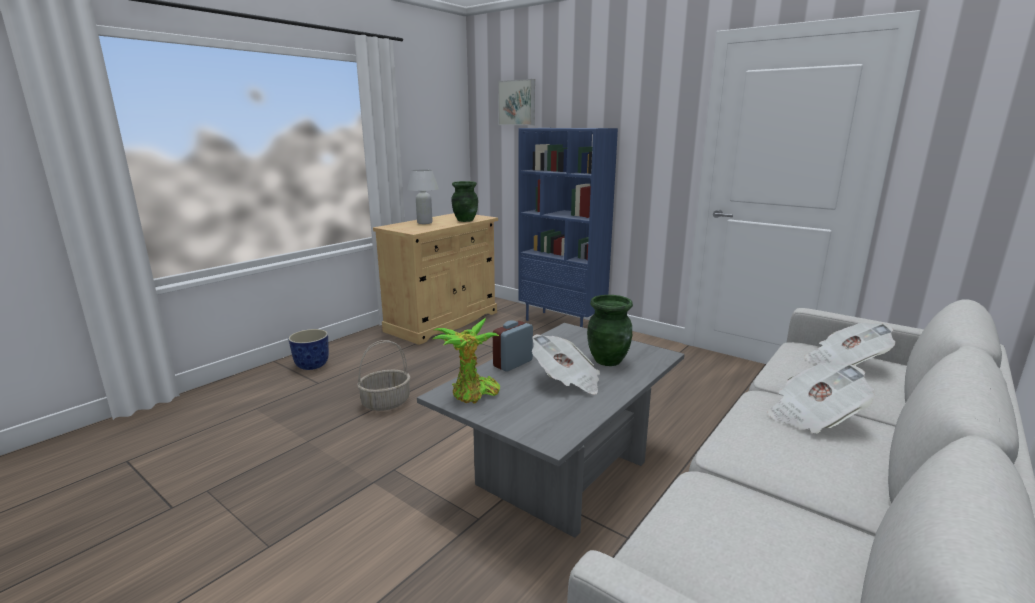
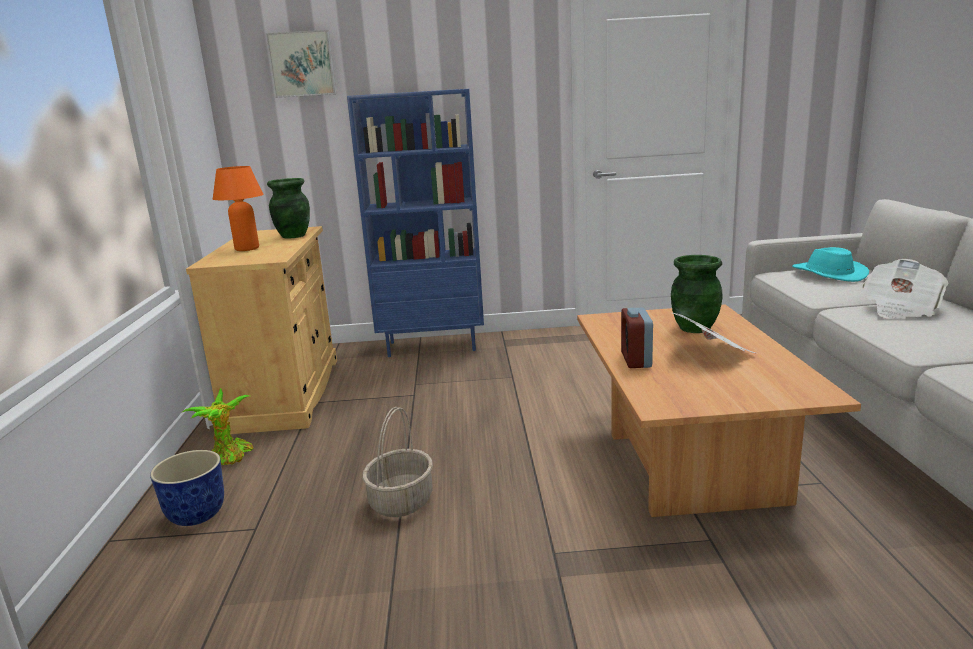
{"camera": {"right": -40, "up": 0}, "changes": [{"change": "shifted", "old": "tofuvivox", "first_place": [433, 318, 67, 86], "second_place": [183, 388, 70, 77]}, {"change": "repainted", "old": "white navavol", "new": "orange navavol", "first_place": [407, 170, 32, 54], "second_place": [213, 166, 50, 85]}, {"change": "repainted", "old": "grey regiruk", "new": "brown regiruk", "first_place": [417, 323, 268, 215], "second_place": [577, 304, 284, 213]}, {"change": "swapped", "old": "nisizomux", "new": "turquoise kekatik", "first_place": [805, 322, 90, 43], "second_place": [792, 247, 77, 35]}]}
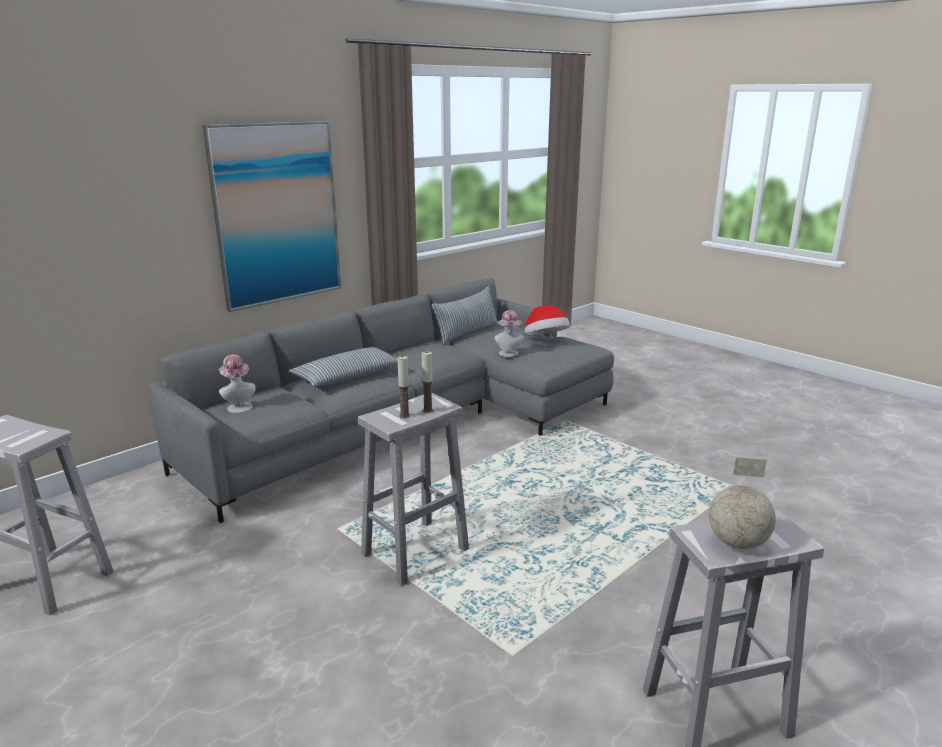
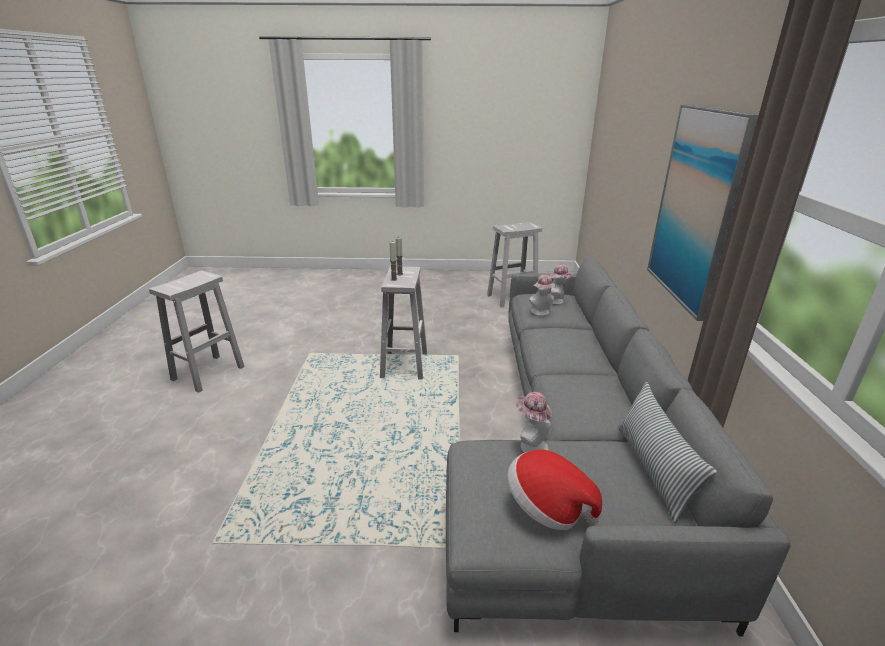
{"camera": {"right": 135, "up": 5}, "changes": [{"change": "new", "new": "kekatik", "second_place": [529, 275, 27, 41]}, {"change": "gone", "old": "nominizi", "first_place": [289, 347, 109, 39]}, {"change": "gone", "old": "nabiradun", "first_place": [709, 457, 67, 92]}]}
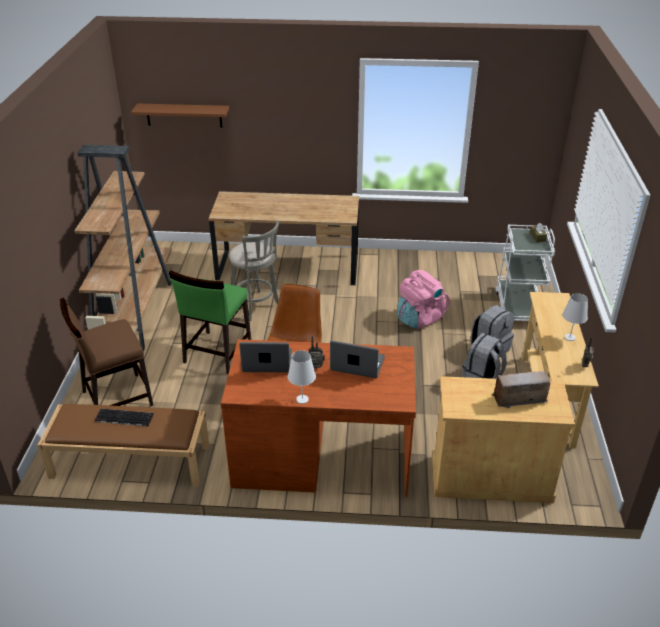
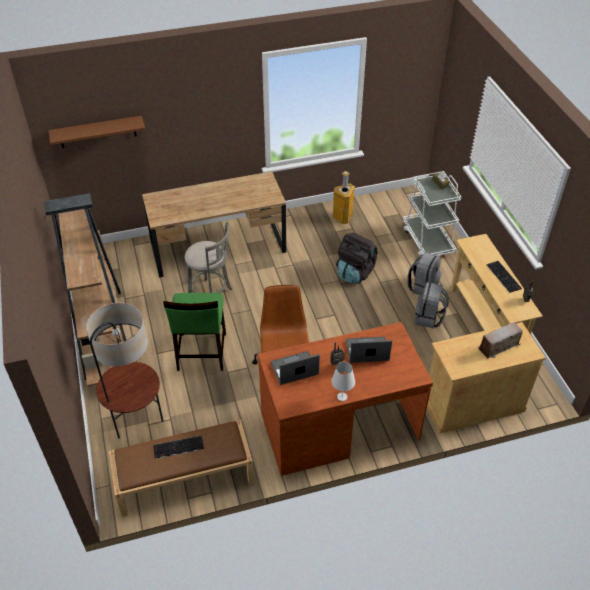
{"camera": {"right": -20, "up": 10}, "changes": [{"change": "swapped", "old": "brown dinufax", "new": "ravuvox", "first_place": [60, 298, 93, 108], "second_place": [86, 303, 77, 135]}, {"change": "new", "new": "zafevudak", "second_place": [332, 171, 23, 53]}, {"change": "repainted", "old": "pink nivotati", "new": "black nivotati", "first_place": [397, 270, 53, 59], "second_place": [336, 233, 41, 51]}, {"change": "swapped", "old": "white navavol", "new": "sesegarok", "first_place": [562, 293, 26, 48], "second_place": [487, 261, 35, 32]}]}
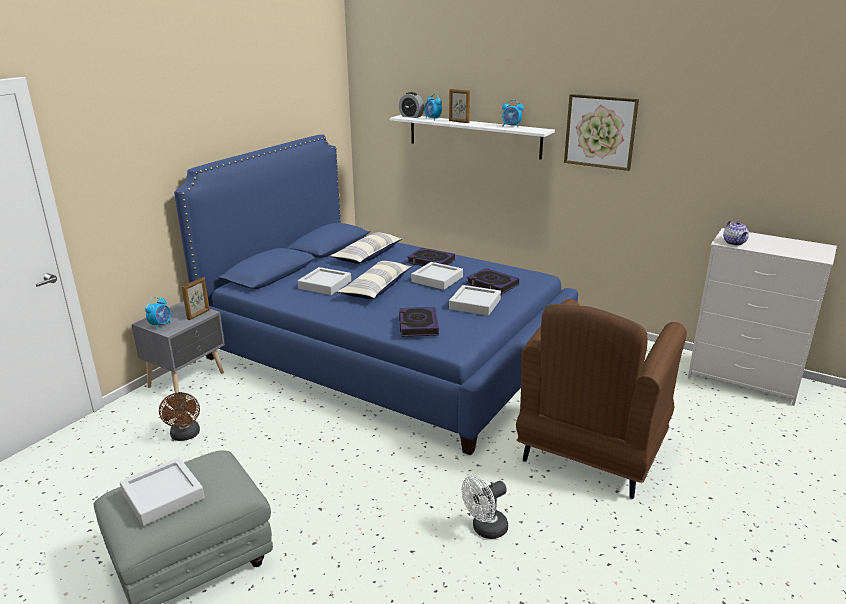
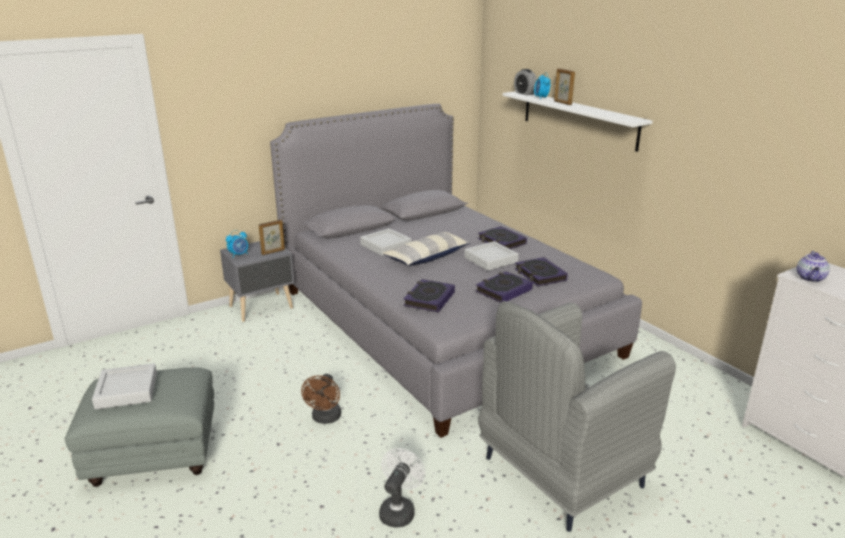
{"camera": {"right": 25, "up": 0}, "changes": [{"change": "repainted", "old": "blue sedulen", "new": "grey sedulen", "first_place": [174, 134, 404, 322], "second_place": [270, 104, 372, 334]}, {"change": "shifted", "old": "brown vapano", "first_place": [159, 392, 41, 49], "second_place": [301, 374, 40, 50]}, {"change": "rotated", "old": "white vapano", "first_place": [462, 475, 46, 64], "second_place": [379, 448, 46, 79], "degrees": 120}, {"change": "swapped", "old": "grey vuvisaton", "new": "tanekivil", "first_place": [449, 285, 52, 31], "second_place": [476, 271, 57, 32]}, {"change": "repainted", "old": "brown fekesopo", "new": "grey fekesopo", "first_place": [516, 299, 171, 200], "second_place": [478, 301, 198, 231]}, {"change": "gone", "old": "nominizi", "first_place": [330, 232, 72, 32]}, {"change": "gone", "old": "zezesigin", "first_place": [502, 100, 22, 27]}, {"change": "gone", "old": "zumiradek", "first_place": [564, 94, 75, 77]}]}
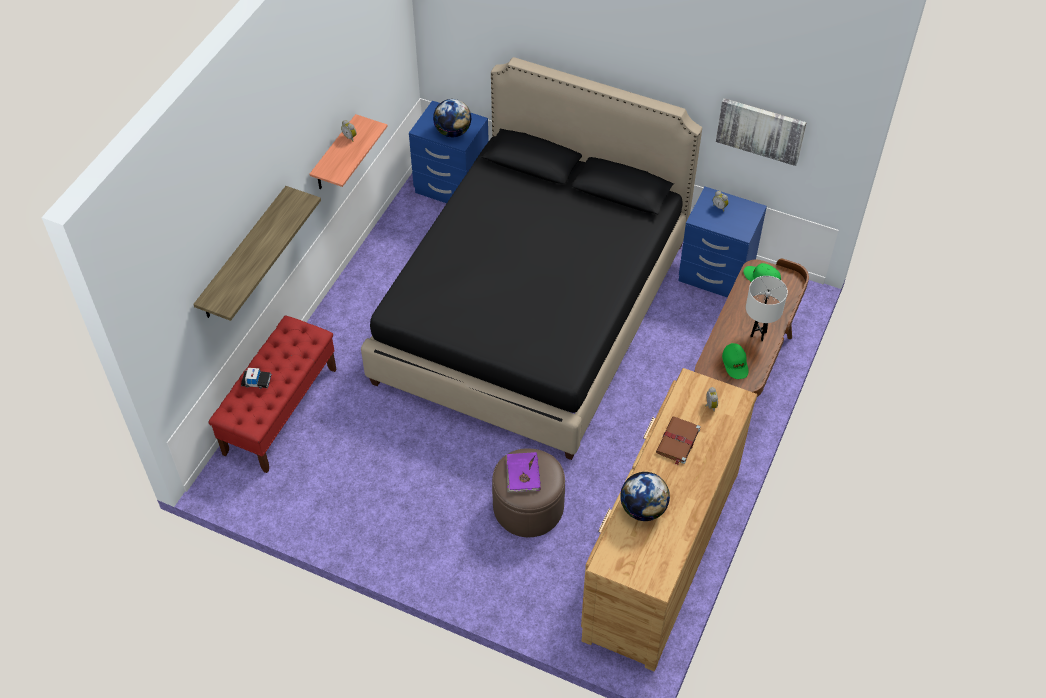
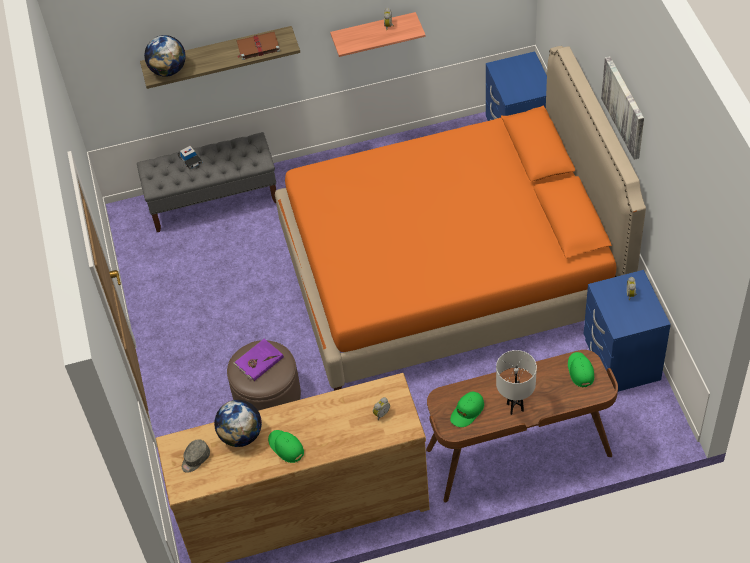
{"camera": {"right": 55, "up": 0}, "changes": [{"change": "repainted", "old": "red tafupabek", "new": "grey tafupabek", "first_place": [208, 316, 129, 157], "second_place": [137, 132, 139, 100]}, {"change": "shifted", "old": "nabiradun", "first_place": [433, 99, 39, 38], "second_place": [144, 35, 42, 42]}, {"change": "new", "new": "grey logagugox", "second_place": [182, 439, 28, 34]}, {"change": "shifted", "old": "brown tanekivil", "first_place": [656, 417, 45, 48], "second_place": [237, 32, 43, 28]}, {"change": "new", "new": "green logagugox", "second_place": [268, 430, 36, 33]}, {"change": "repainted", "old": "black sedulen", "new": "orange sedulen", "first_place": [361, 57, 341, 403], "second_place": [275, 46, 371, 345]}, {"change": "shifted", "old": "zumiradek", "first_place": [716, 98, 90, 68], "second_place": [601, 56, 43, 104]}]}
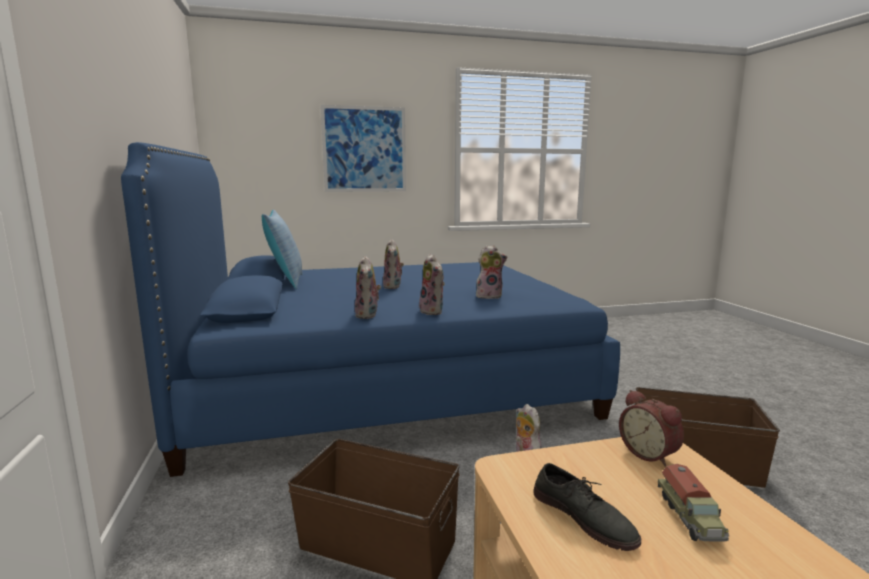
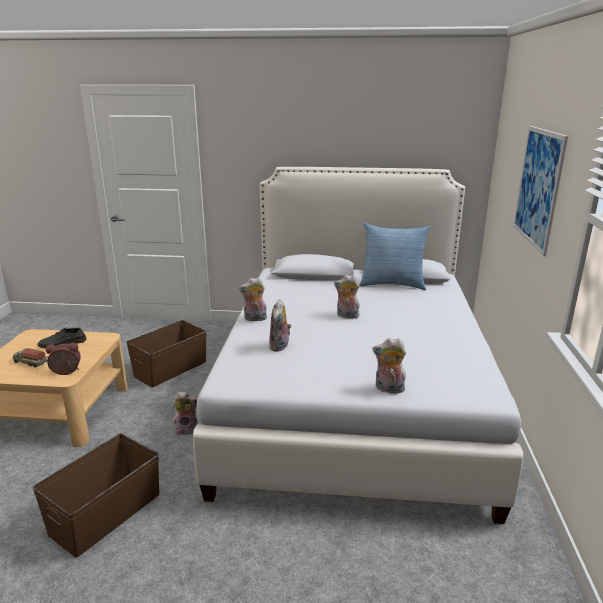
{"camera": {"right": 110, "up": 10}, "changes": [{"change": "repainted", "old": "blue sedulen", "new": "white sedulen", "first_place": [121, 142, 499, 335], "second_place": [193, 167, 330, 357]}, {"change": "shifted", "old": "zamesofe", "first_place": [355, 256, 26, 63], "second_place": [373, 338, 33, 55]}]}
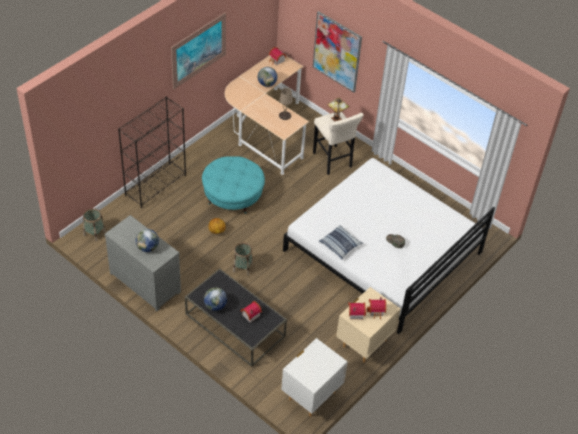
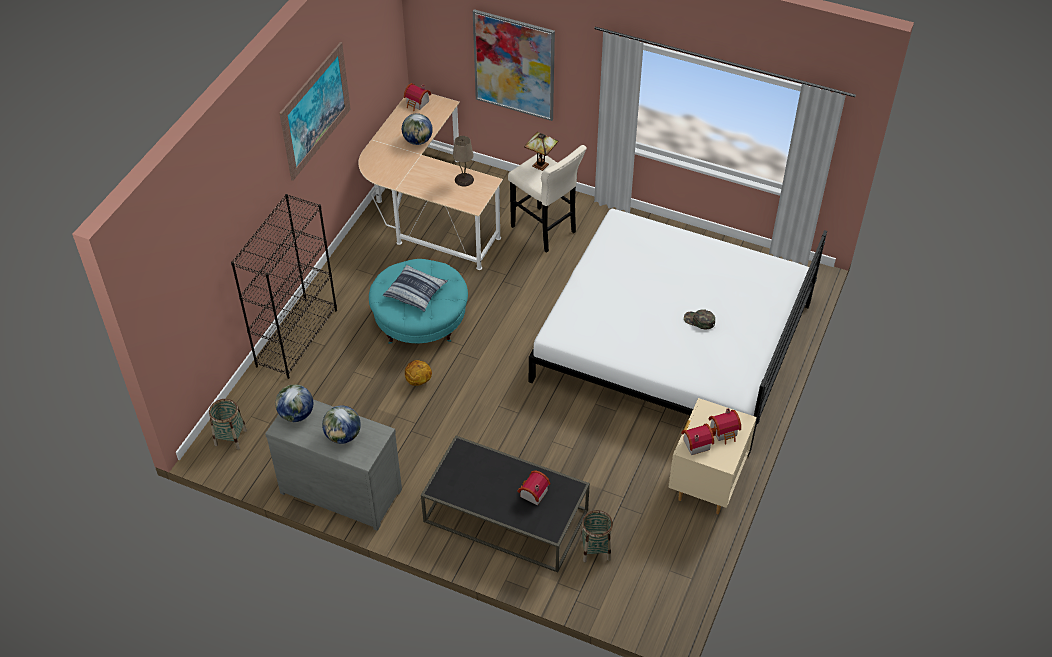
{"camera": {"right": -15, "up": 0}, "changes": [{"change": "shifted", "old": "nabiradun", "first_place": [204, 287, 23, 24], "second_place": [275, 384, 38, 38]}, {"change": "shifted", "old": "nominizi", "first_place": [319, 225, 44, 35], "second_place": [383, 265, 64, 47]}, {"change": "shifted", "old": "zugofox", "first_place": [233, 243, 20, 32], "second_place": [580, 510, 33, 52]}, {"change": "gone", "old": "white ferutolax", "first_place": [281, 338, 67, 79]}]}
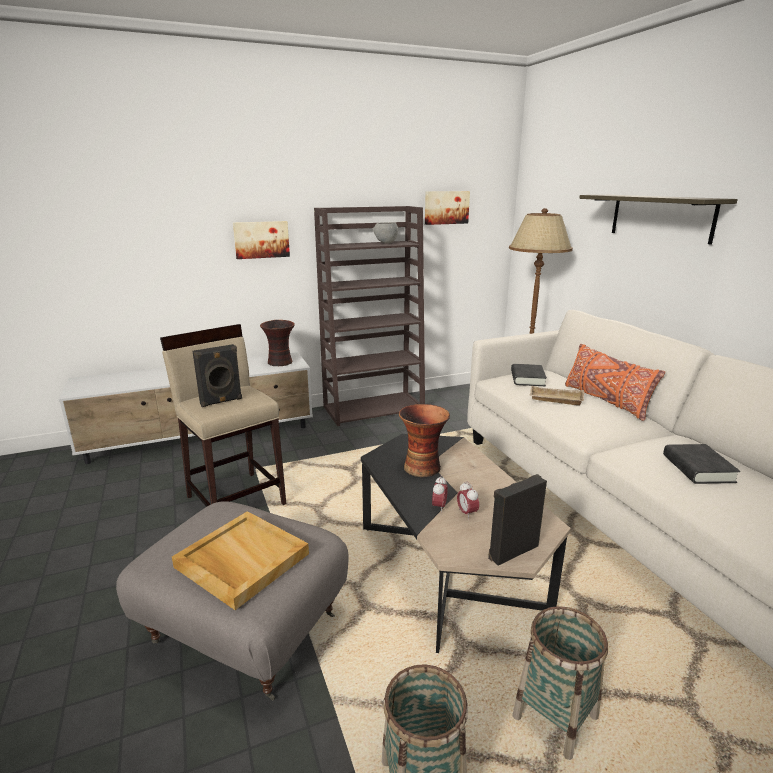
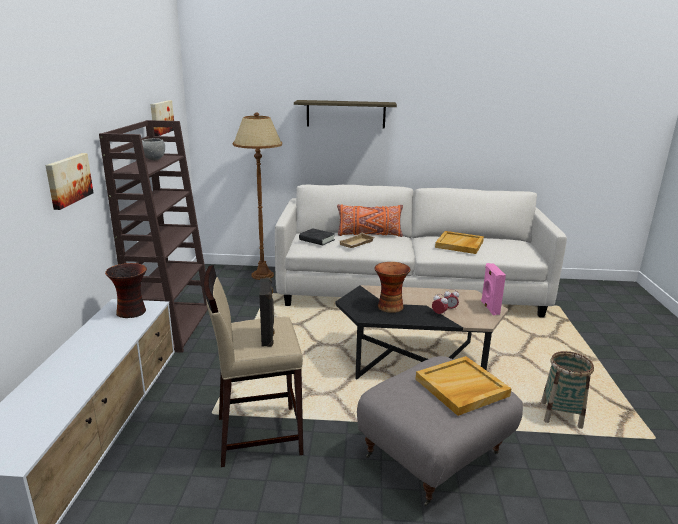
{"camera": {"right": -65, "up": 0}, "changes": [{"change": "swapped", "old": "black tanekivil", "new": "beige vuvisaton", "first_place": [663, 444, 77, 40], "second_place": [435, 231, 49, 23]}, {"change": "repainted", "old": "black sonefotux", "new": "pink sonefotux", "first_place": [488, 474, 59, 92], "second_place": [481, 263, 25, 52]}, {"change": "gone", "old": "zugofox", "first_place": [512, 606, 96, 154]}]}
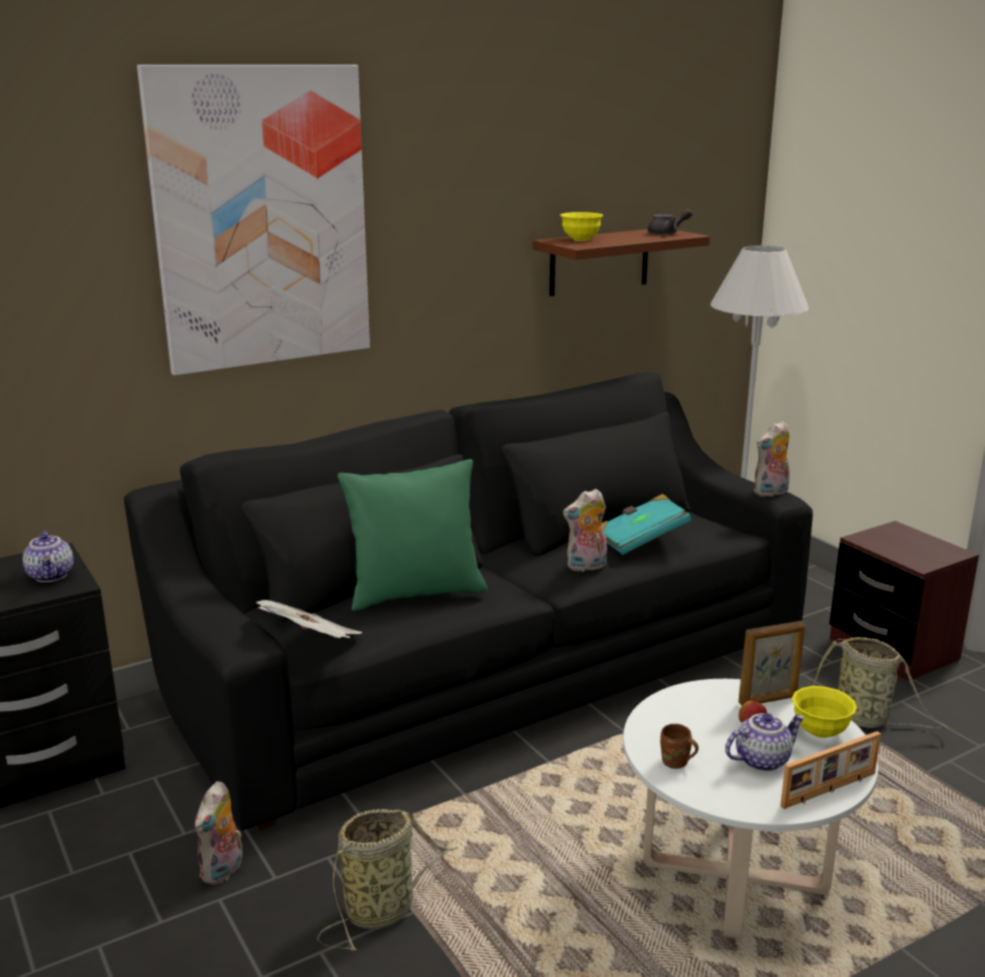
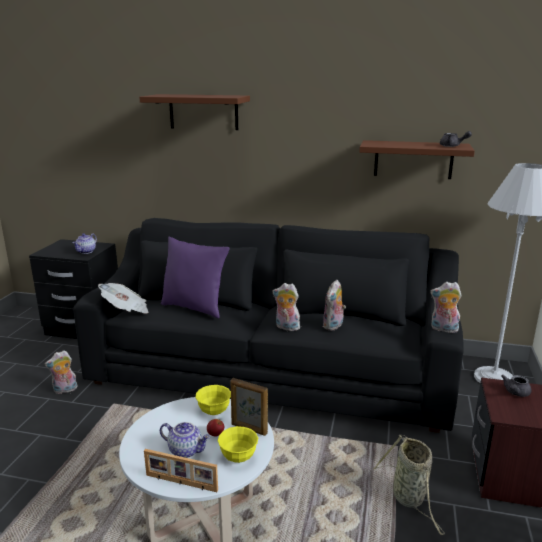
{"camera": {"right": 45, "up": 0}, "changes": [{"change": "swapped", "old": "zumiradek", "new": "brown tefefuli", "first_place": [137, 65, 233, 311], "second_place": [139, 94, 111, 36]}, {"change": "repainted", "old": "green nominizi", "new": "purple nominizi", "first_place": [338, 459, 149, 152], "second_place": [161, 237, 69, 81]}, {"change": "shifted", "old": "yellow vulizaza", "first_place": [560, 212, 43, 29], "second_place": [196, 385, 35, 30]}, {"change": "swapped", "old": "turquoise tanekivil", "new": "zamesofe", "first_place": [601, 494, 90, 61], "second_place": [323, 280, 23, 51]}, {"change": "new", "new": "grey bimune", "second_place": [501, 375, 31, 22]}, {"change": "gone", "old": "zugofox", "first_place": [317, 809, 141, 142]}, {"change": "gone", "old": "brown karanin", "first_place": [660, 724, 38, 45]}]}
